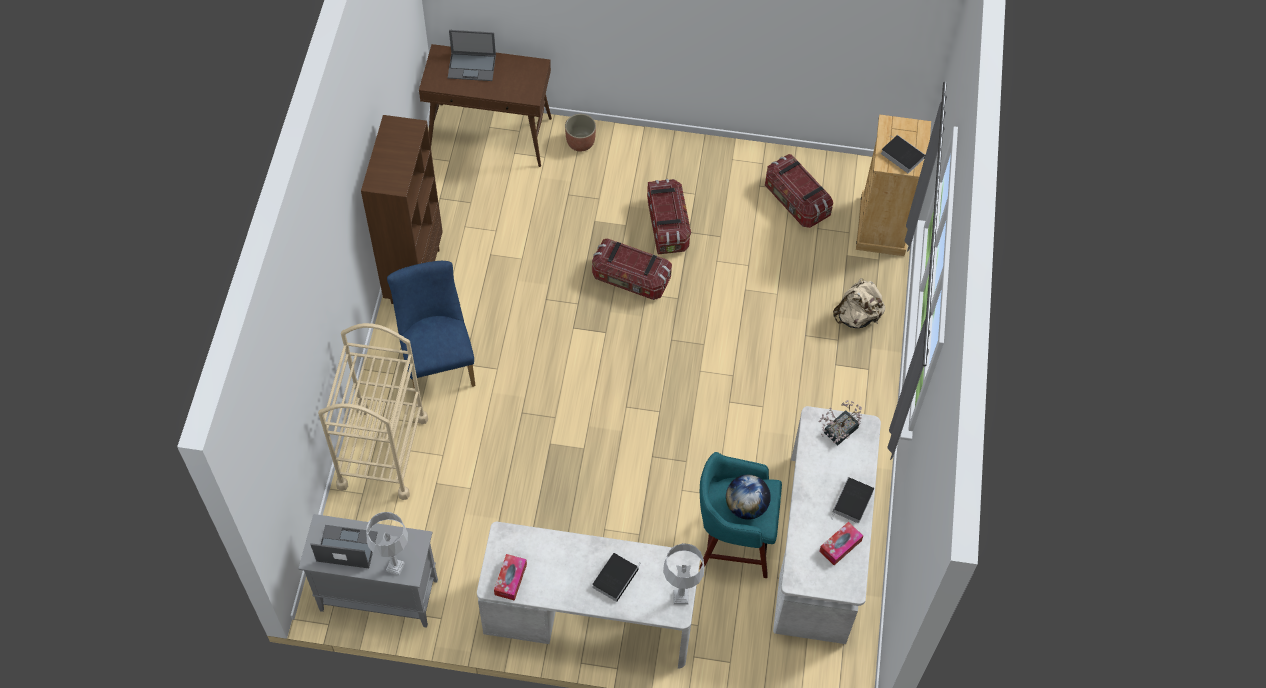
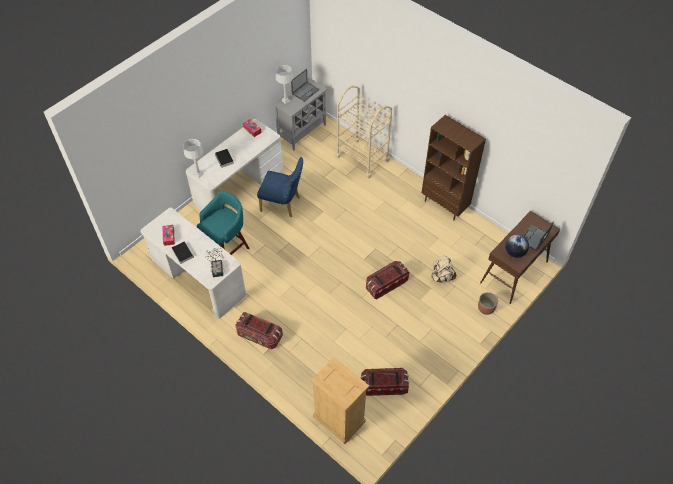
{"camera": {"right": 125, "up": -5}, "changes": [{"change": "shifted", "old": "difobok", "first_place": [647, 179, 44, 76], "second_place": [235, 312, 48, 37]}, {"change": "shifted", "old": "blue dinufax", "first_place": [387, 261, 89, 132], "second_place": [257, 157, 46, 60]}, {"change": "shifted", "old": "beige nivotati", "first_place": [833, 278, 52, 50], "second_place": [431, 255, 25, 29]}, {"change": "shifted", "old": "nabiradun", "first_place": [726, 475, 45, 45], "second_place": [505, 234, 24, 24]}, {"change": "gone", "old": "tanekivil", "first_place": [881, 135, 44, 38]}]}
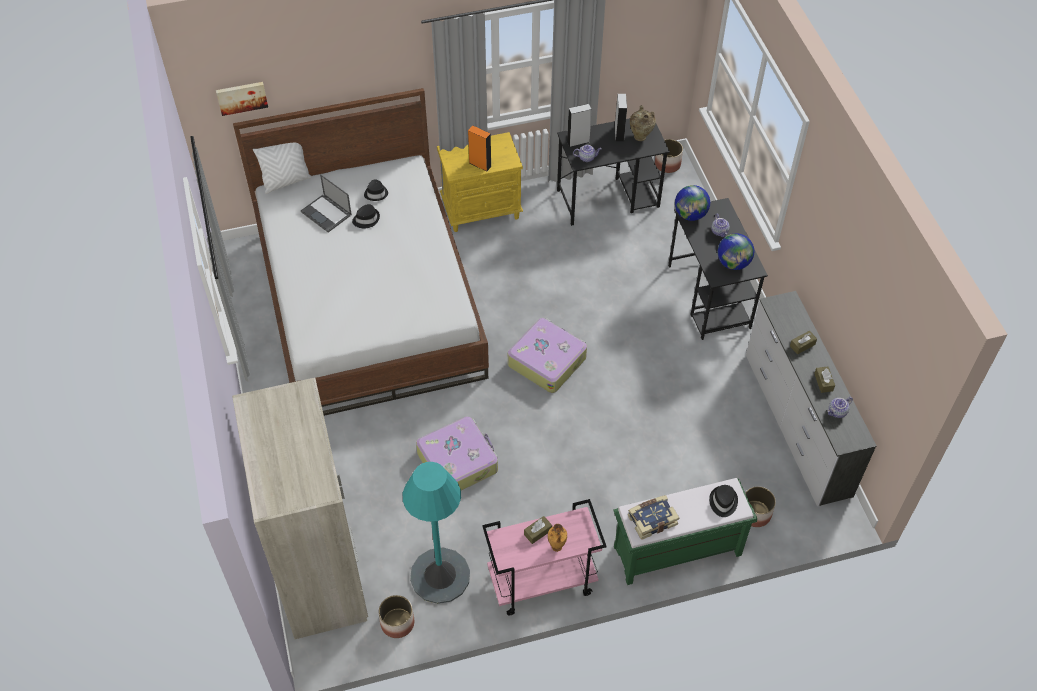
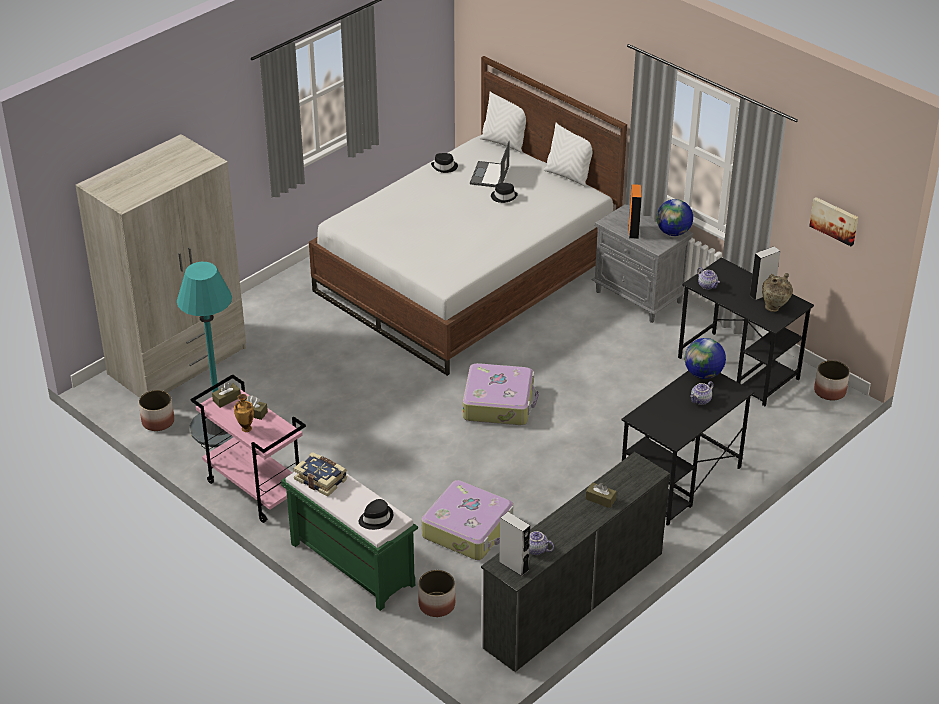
{"camera": {"right": 60, "up": -15}, "changes": [{"change": "shifted", "old": "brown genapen", "first_place": [814, 366, 21, 27], "second_place": [212, 383, 29, 25]}, {"change": "shifted", "old": "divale", "first_place": [416, 416, 82, 74], "second_place": [422, 480, 91, 80]}, {"change": "shifted", "old": "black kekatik", "first_place": [364, 180, 24, 21], "second_place": [431, 153, 27, 20]}, {"change": "shifted", "old": "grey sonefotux", "first_place": [567, 104, 25, 43], "second_place": [499, 512, 31, 64]}, {"change": "new", "new": "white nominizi", "second_place": [544, 123, 48, 64]}, {"change": "repainted", "old": "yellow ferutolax", "new": "grey ferutolax", "first_place": [437, 132, 86, 100], "second_place": [592, 204, 101, 119]}, {"change": "shifted", "old": "nabiradun", "first_place": [718, 233, 36, 37], "second_place": [656, 199, 37, 37]}, {"change": "shifted", "old": "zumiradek", "first_place": [216, 82, 52, 34], "second_place": [809, 197, 49, 49]}]}
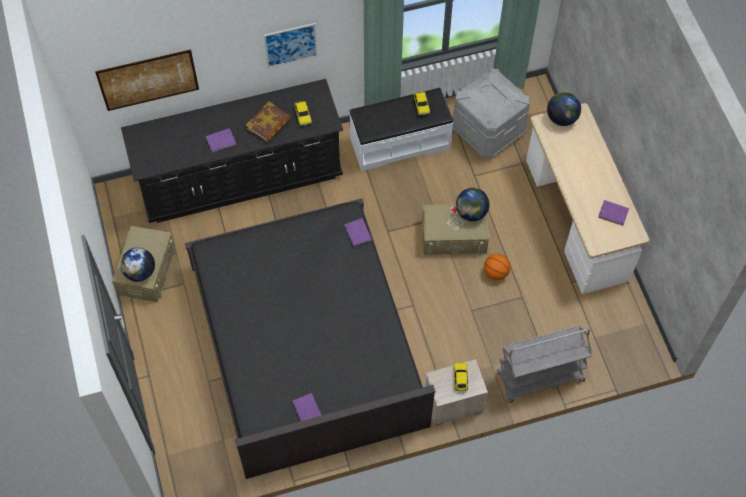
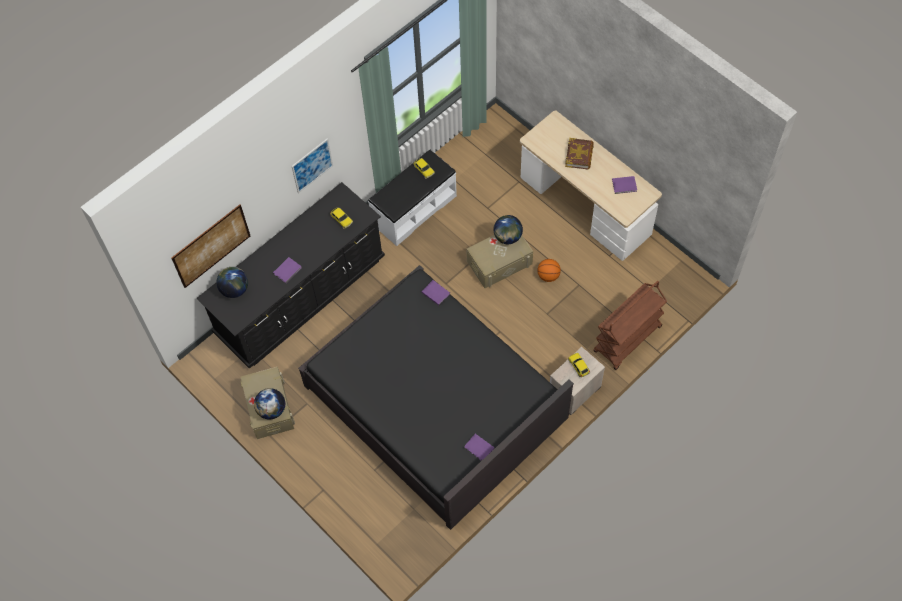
{"camera": {"right": -25, "up": 0}, "changes": [{"change": "shifted", "old": "nabiradun", "first_place": [547, 92, 34, 34], "second_place": [216, 267, 32, 31]}, {"change": "shifted", "old": "tanekivil", "first_place": [246, 102, 45, 40], "second_place": [565, 138, 29, 31]}, {"change": "repainted", "old": "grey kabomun", "new": "brown kabomun", "first_place": [496, 326, 96, 77], "second_place": [593, 281, 74, 89]}, {"change": "gone", "old": "grey difobok", "first_place": [453, 68, 77, 91]}]}
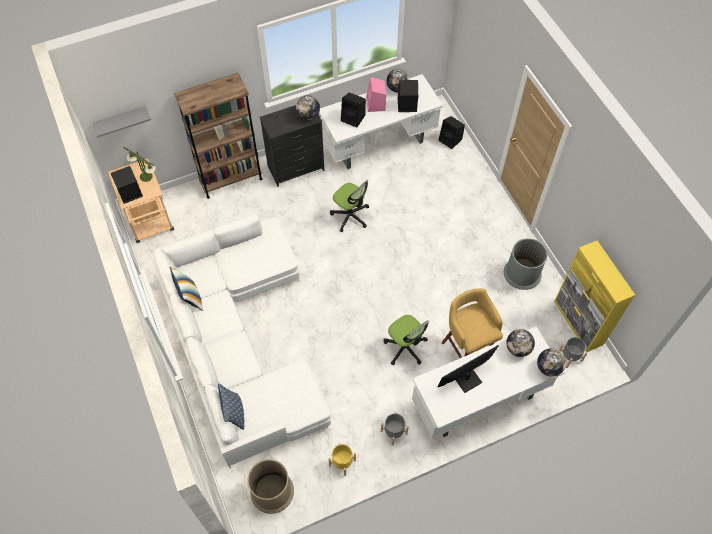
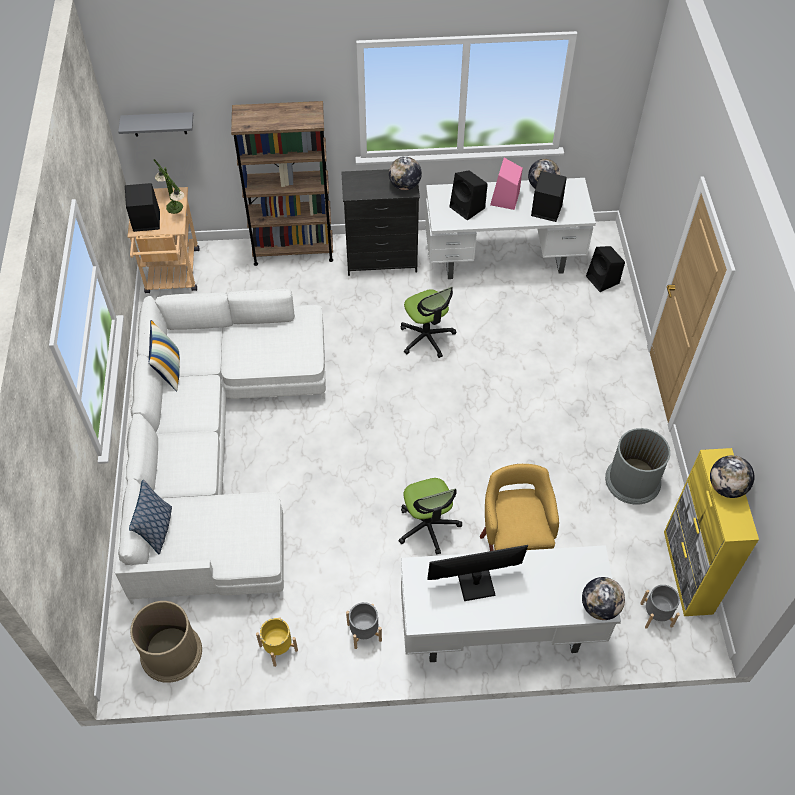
{"camera": {"right": 20, "up": -5}, "changes": [{"change": "shifted", "old": "nabiradun", "first_place": [506, 329, 29, 28], "second_place": [710, 455, 45, 43]}]}
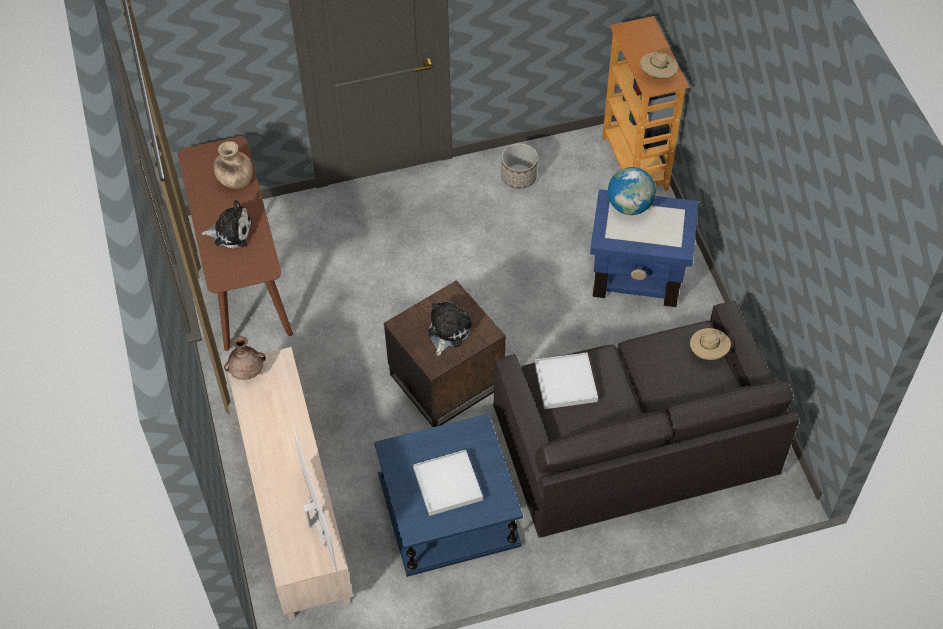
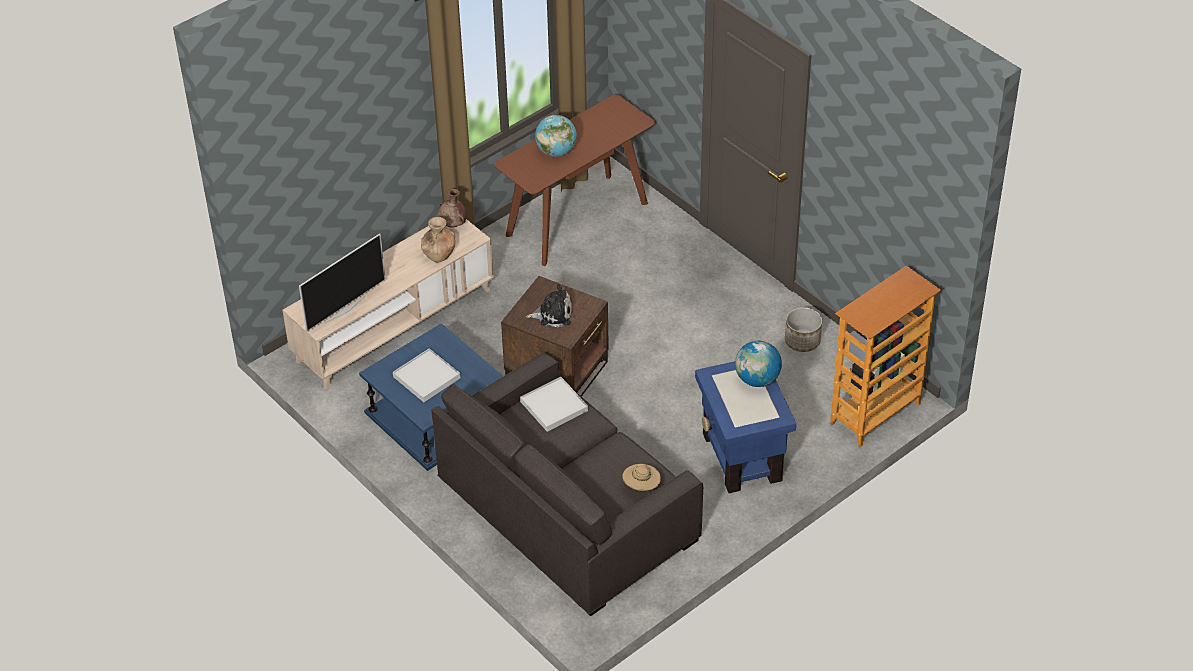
{"camera": {"right": 65, "up": -10}, "changes": [{"change": "shifted", "old": "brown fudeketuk", "first_place": [214, 141, 38, 48], "second_place": [421, 217, 35, 45]}, {"change": "swapped", "old": "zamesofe", "new": "nabiradun", "first_place": [201, 200, 51, 49], "second_place": [535, 115, 42, 42]}, {"change": "gone", "old": "beige kekatik", "first_place": [640, 52, 38, 26]}]}
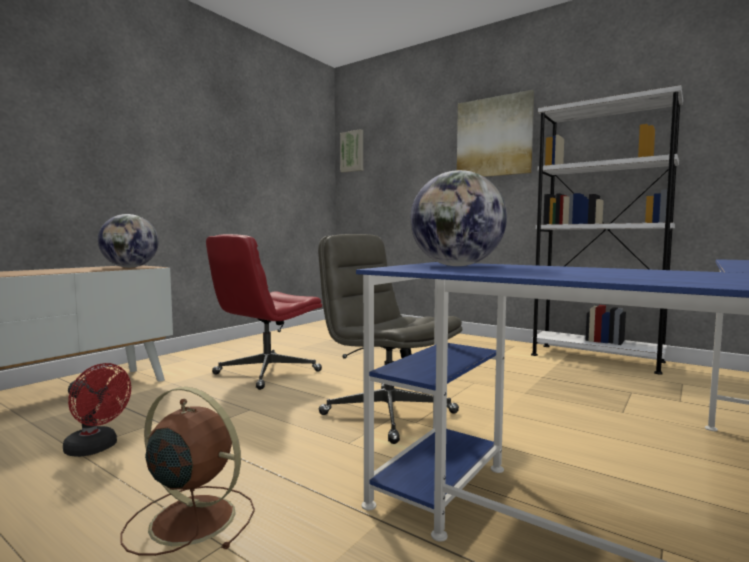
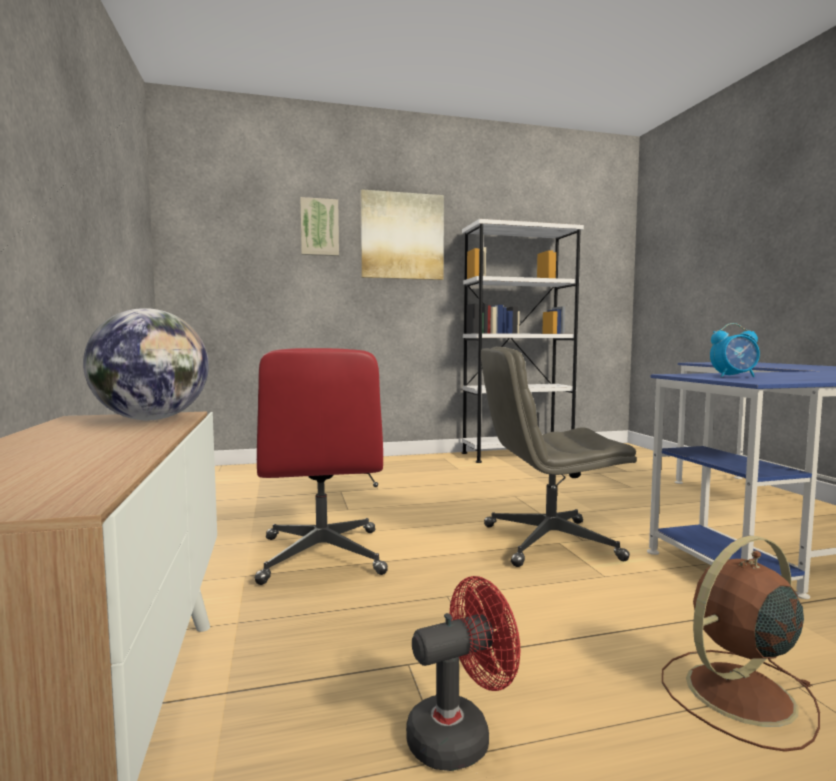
{"camera": {"right": -50, "up": 0}, "changes": [{"change": "shifted", "old": "zumiradek", "first_place": [340, 129, 23, 44], "second_place": [300, 197, 39, 59]}, {"change": "swapped", "old": "nabiradun", "new": "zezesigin", "first_place": [410, 170, 97, 96], "second_place": [710, 323, 50, 54]}]}
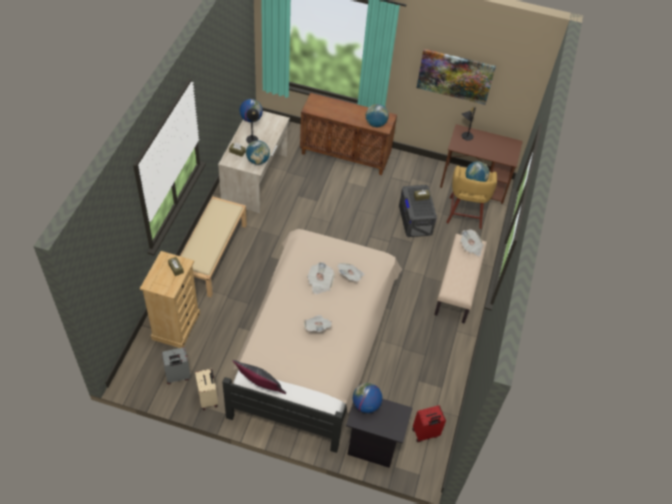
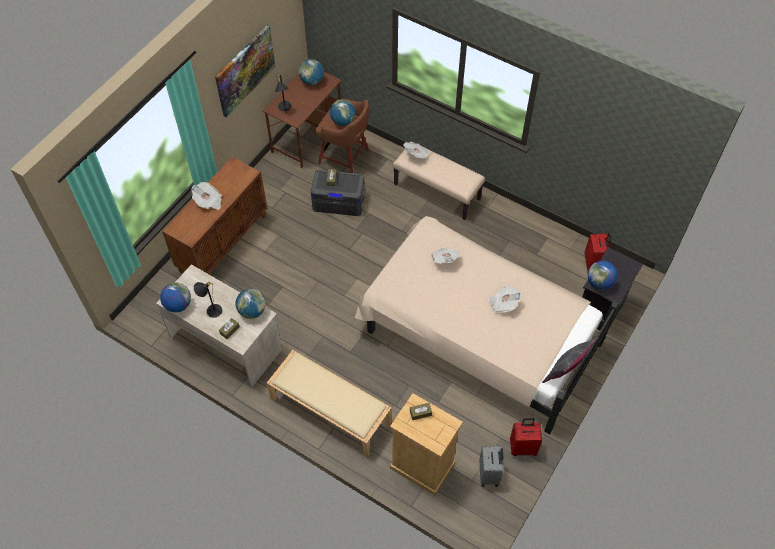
{"camera": {"right": -70, "up": 5}, "changes": [{"change": "shifted", "old": "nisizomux", "first_place": [307, 262, 28, 32], "second_place": [191, 182, 31, 28]}, {"change": "shifted", "old": "nabiradun", "first_place": [366, 104, 23, 23], "second_place": [298, 59, 26, 26]}, {"change": "repainted", "old": "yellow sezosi", "new": "brown sezosi", "first_place": [447, 166, 50, 63], "second_place": [315, 99, 54, 74]}, {"change": "repainted", "old": "beige divale", "new": "red divale", "first_place": [195, 368, 23, 42], "second_place": [510, 418, 32, 38]}]}
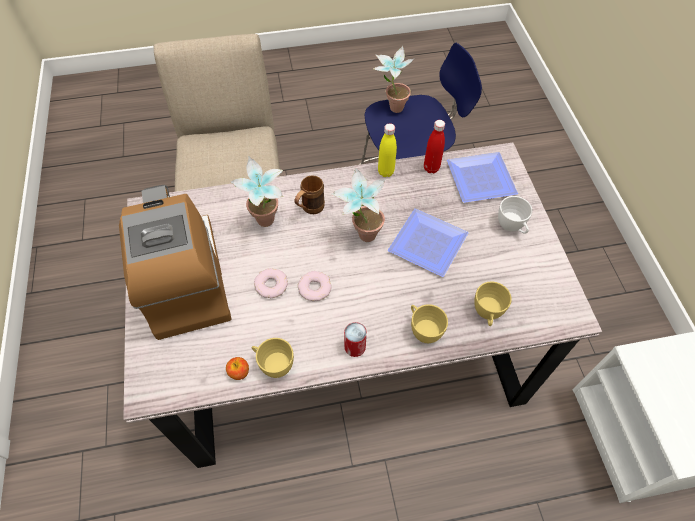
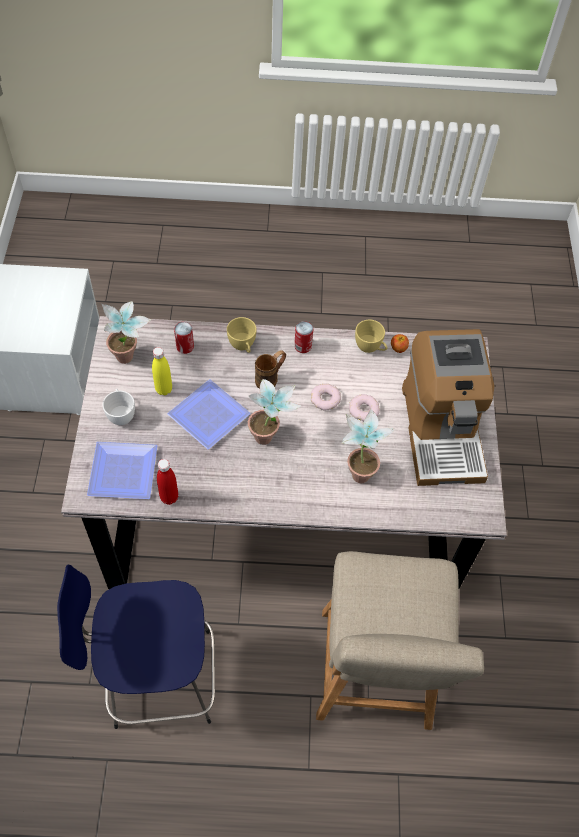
{"camera": {"right": -170, "up": 0}, "changes": [{"change": "shifted", "old": "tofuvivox", "first_place": [373, 46, 41, 67], "second_place": [102, 301, 50, 63]}, {"change": "shifted", "old": "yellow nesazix", "first_place": [378, 123, 19, 54], "second_place": [152, 347, 20, 48]}, {"change": "swapped", "old": "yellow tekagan", "new": "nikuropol", "first_place": [474, 282, 38, 44], "second_place": [174, 322, 20, 32]}, {"change": "shifted", "old": "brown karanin", "first_place": [294, 175, 31, 39], "second_place": [255, 350, 31, 39]}]}
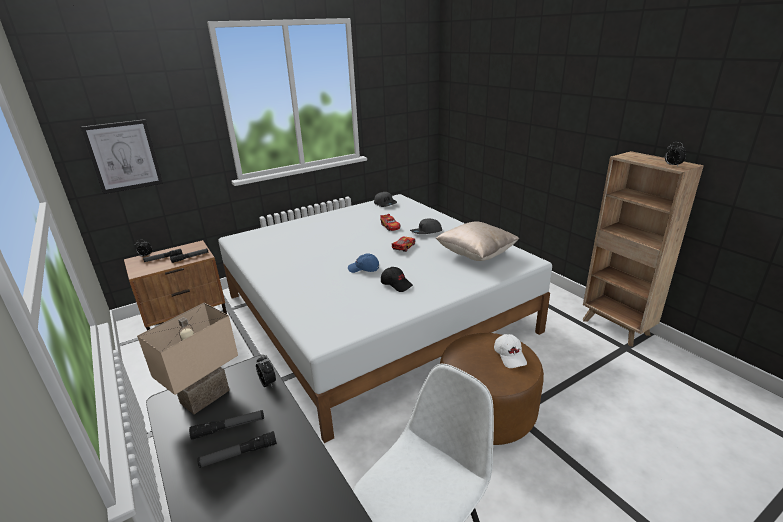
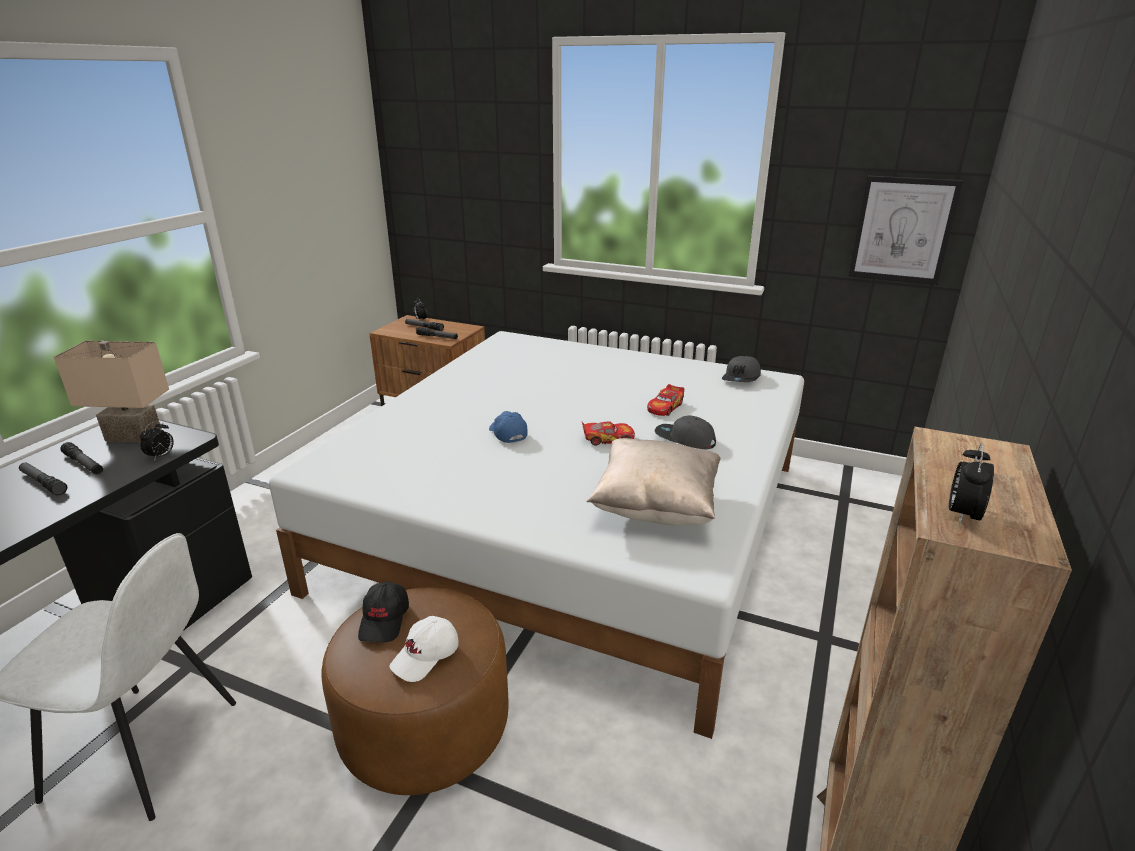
{"camera": {"right": 55, "up": 0}, "changes": [{"change": "shifted", "old": "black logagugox", "first_place": [381, 267, 32, 25], "second_place": [358, 582, 51, 60]}, {"change": "shifted", "old": "zumiradek", "first_place": [81, 119, 82, 75], "second_place": [849, 175, 114, 110]}]}
